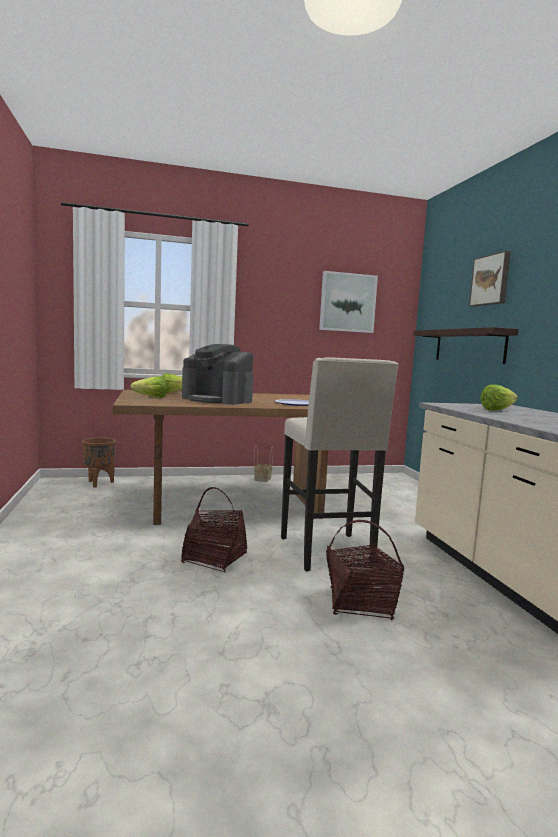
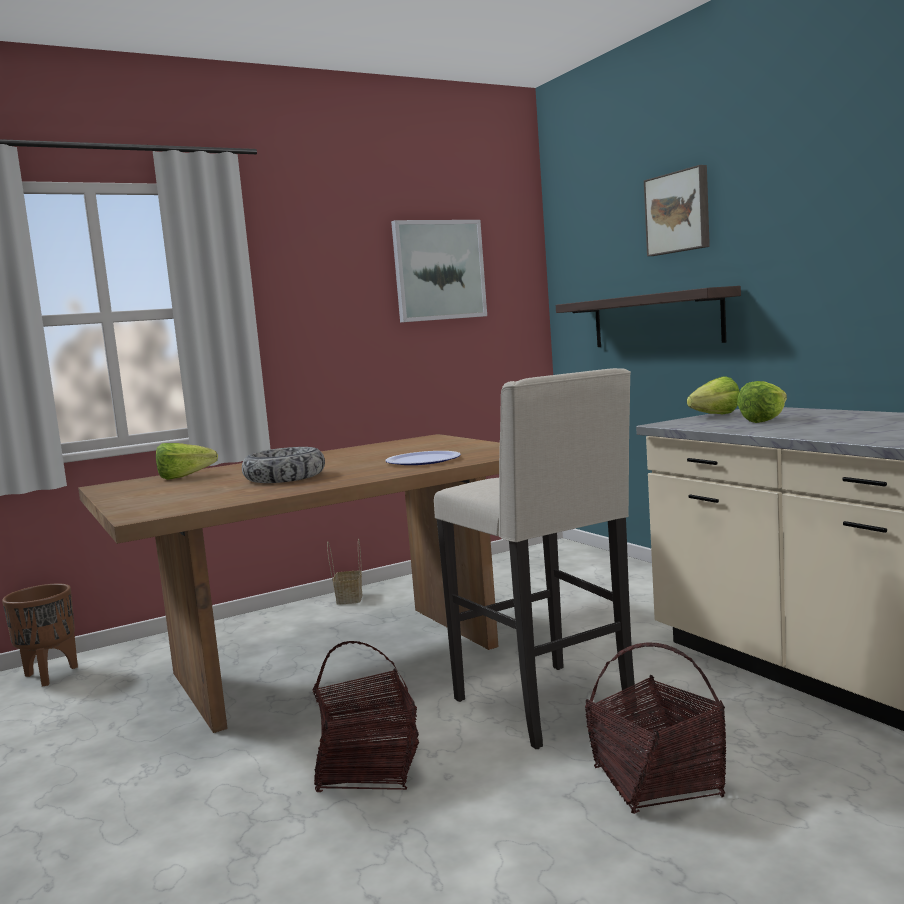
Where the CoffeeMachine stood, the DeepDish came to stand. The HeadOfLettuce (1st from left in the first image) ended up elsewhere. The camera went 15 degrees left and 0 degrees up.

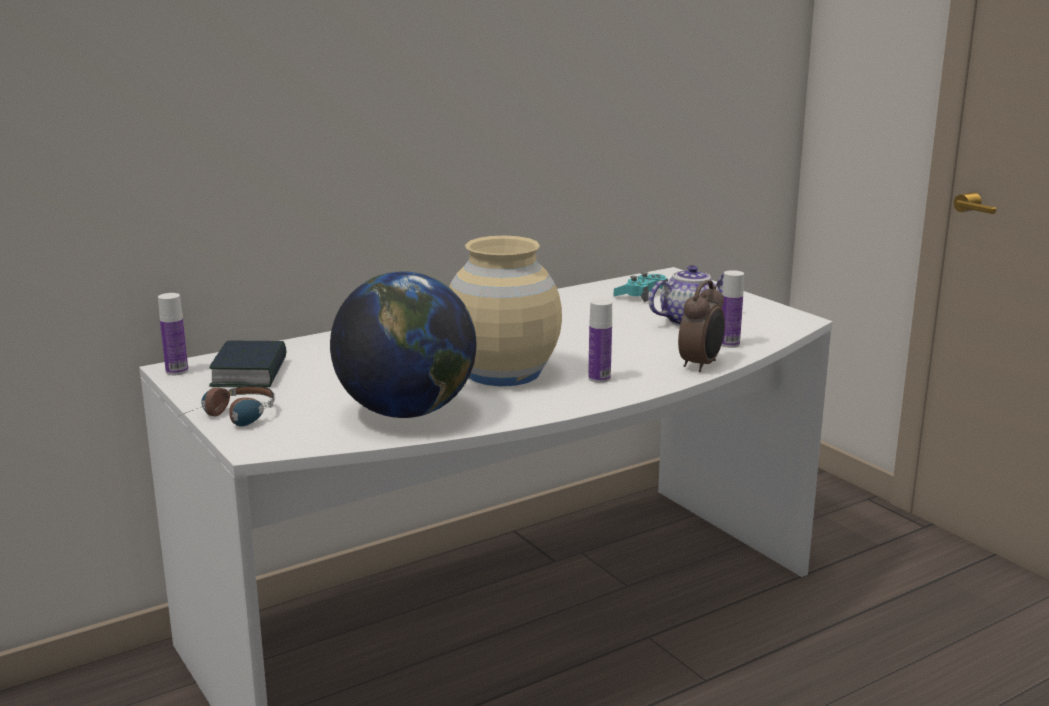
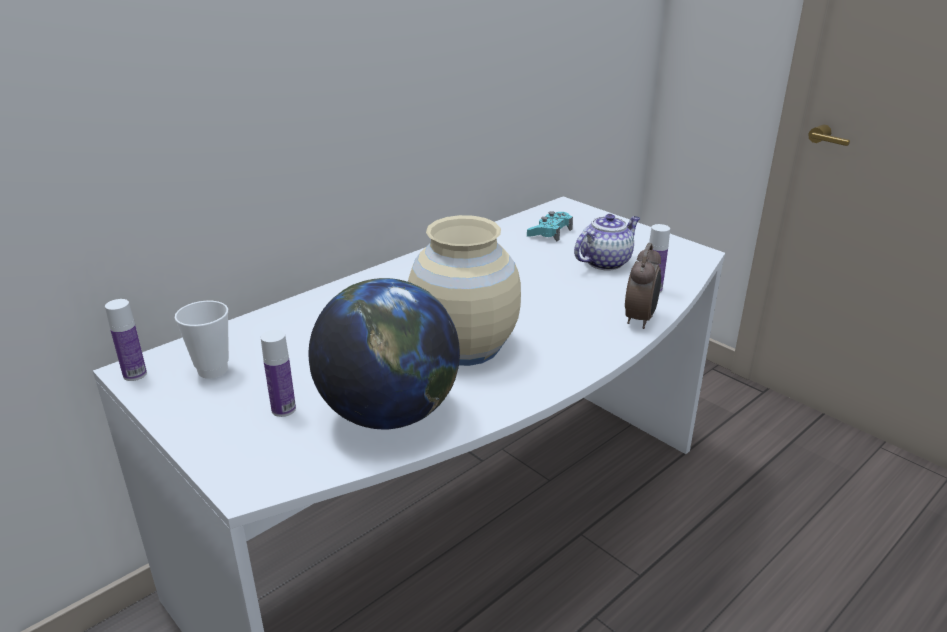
The DrinkBottle (2nd from left) ended up elsewhere. Where the Book stood, the SmallCup came to stand. The second view lost the Headset. The camera went 10 degrees left and 10 degrees up.

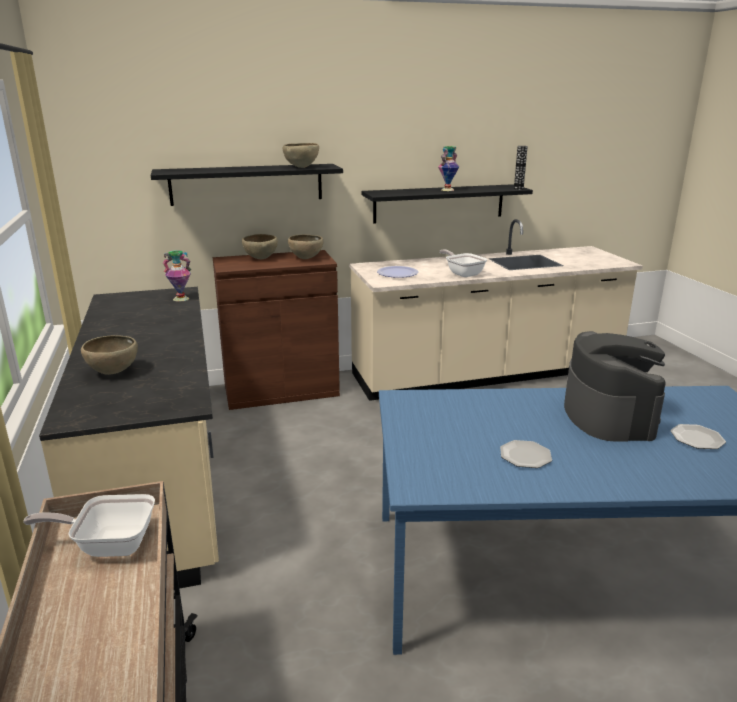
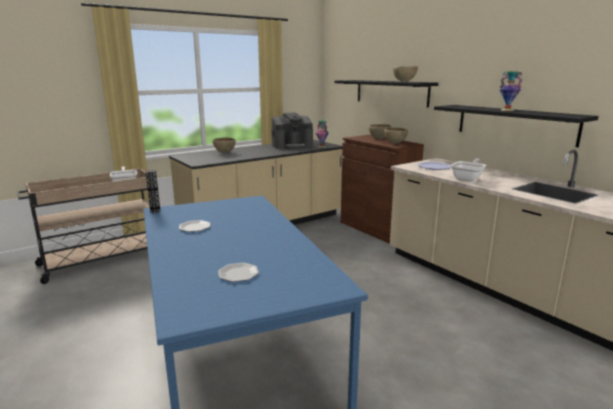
The DecorativeVase (3rd from left in the first image) ended up elsewhere. The CoffeeMachine ended up elsewhere. The camera went 70 degrees right and 5 degrees down.

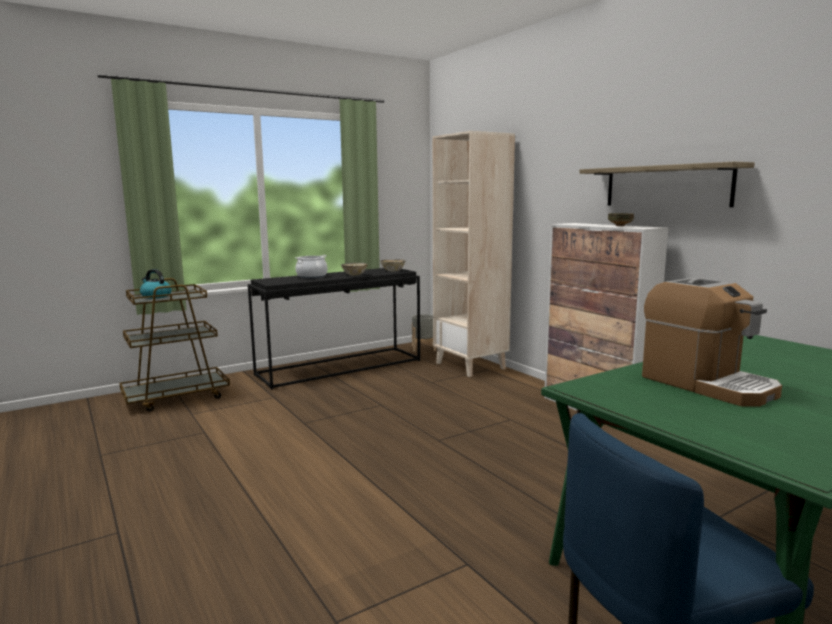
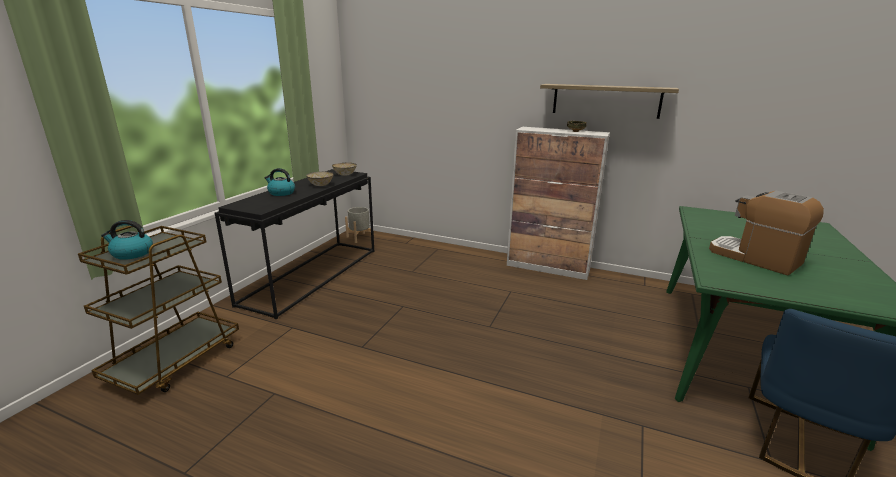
The second view lost the BeigeBookshelf. Where the Stockpot stood, the Kettle (2nd from left) came to stand. The CoffeeMachine ended up facing another way, 150 degrees counterclockwise from before. The camera went 35 degrees left and 10 degrees up.

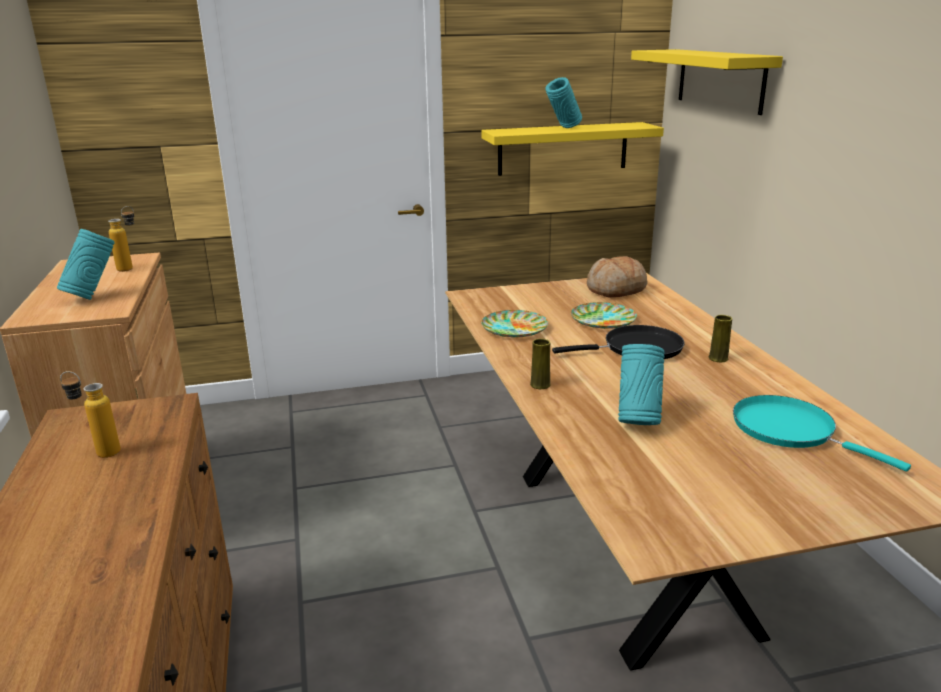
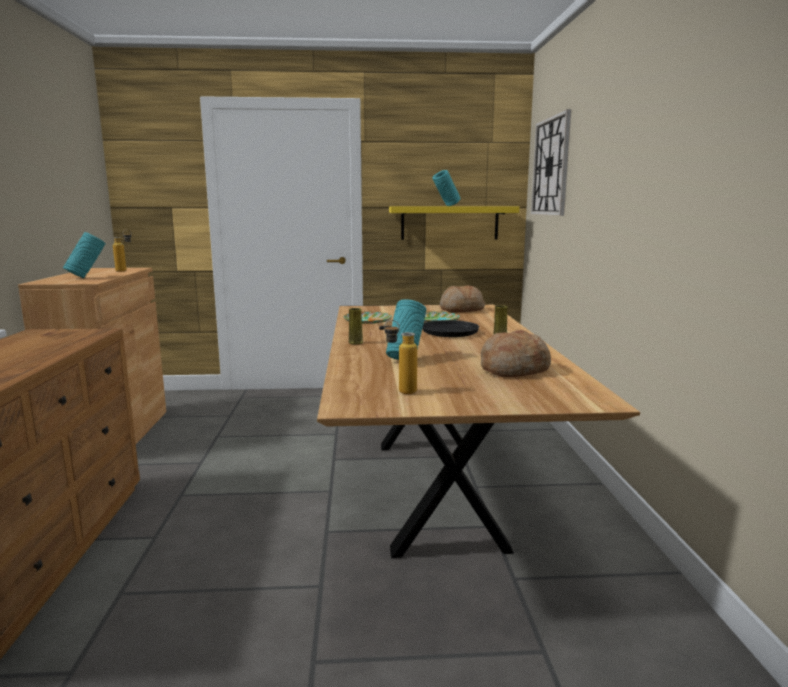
Where the YellowBracketShelf (2nd from left) hung, the ClockOnTheWall came to hang. The DrinkBottle (1st from left in the first image) ended up elsewhere. Where the TurquoiseColouredFryingPan stood, the BakeryBread (2nd from left) came to stand. The camera went 10 degrees right and 10 degrees down.

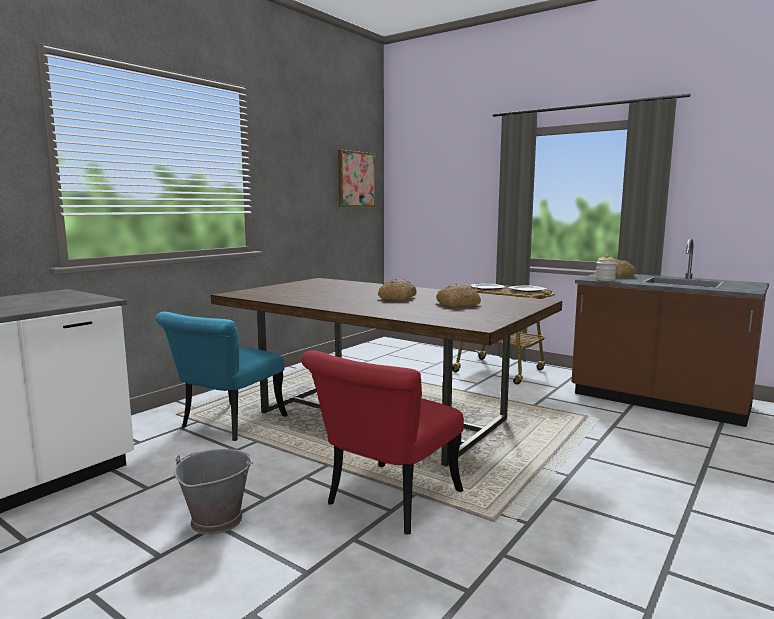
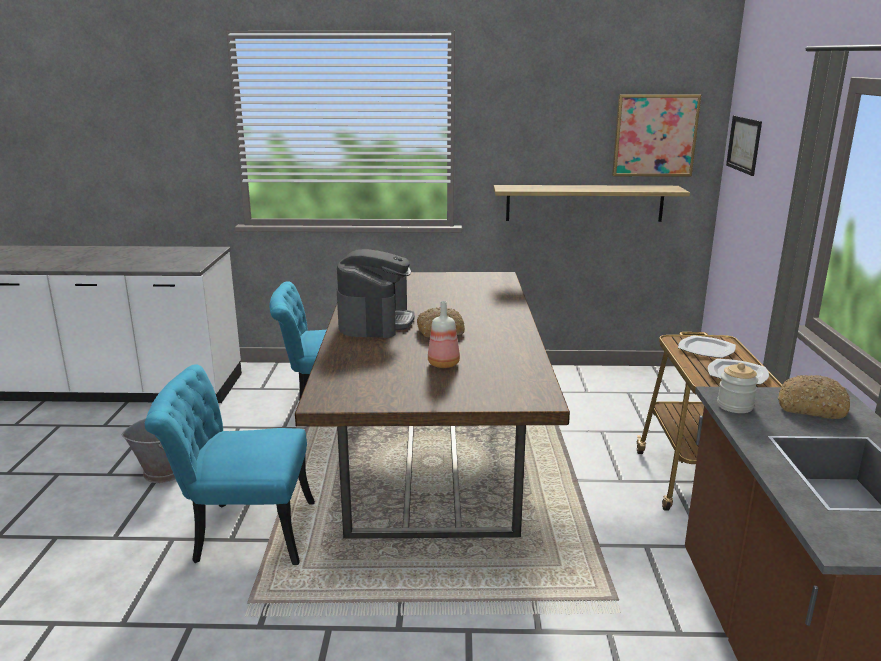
Where the BakeryBread (2nd from left) stood, the DrinkBottle came to stand. What was the RedColouredChair turned into the TurquoiseColouredChair (1st from left). The second view gained the Picture (2nd from left). The second view gained the BracketShelf. The second view gained the CoffeeMachine. The camera went 55 degrees right and 10 degrees up.

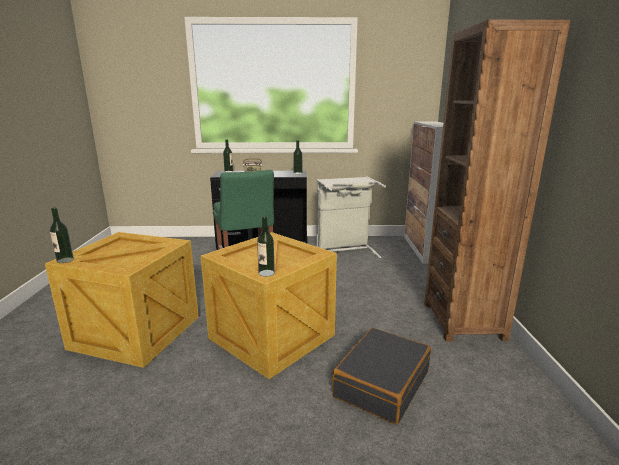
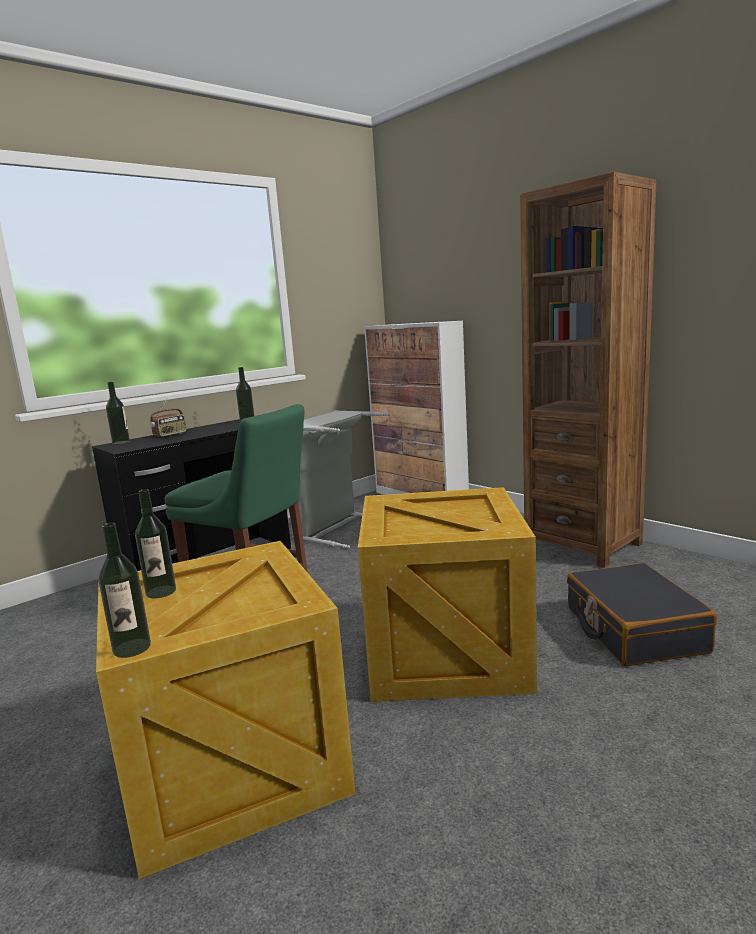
The DrinkBottle (3rd from left) ended up elsewhere. The camera went 40 degrees left and 5 degrees down.

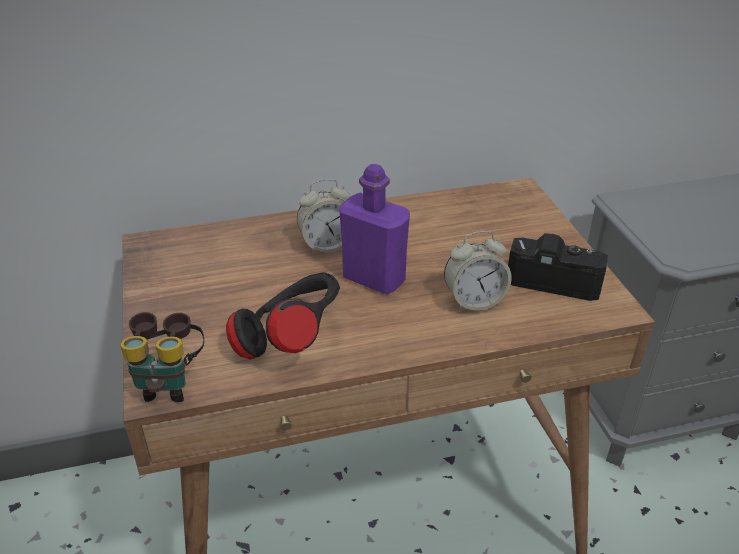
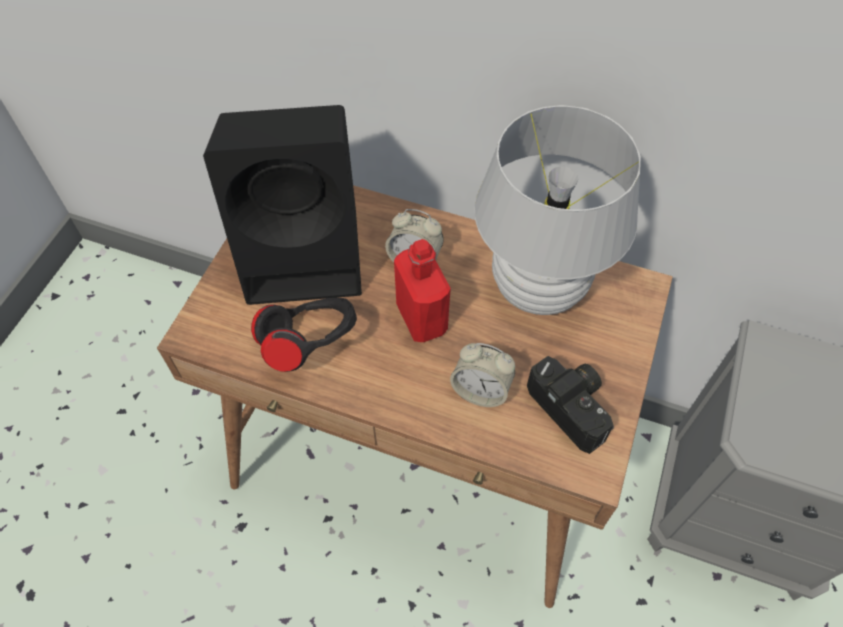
What was the PurpleDrinkBottle turned into the RedColouredDrinkBottle. The second view lost the PairOfBinoculars. The second view gained the BlackLoudspeaker. The second view gained the WhiteTabletopLamp. The camera went 35 degrees right and 20 degrees up.

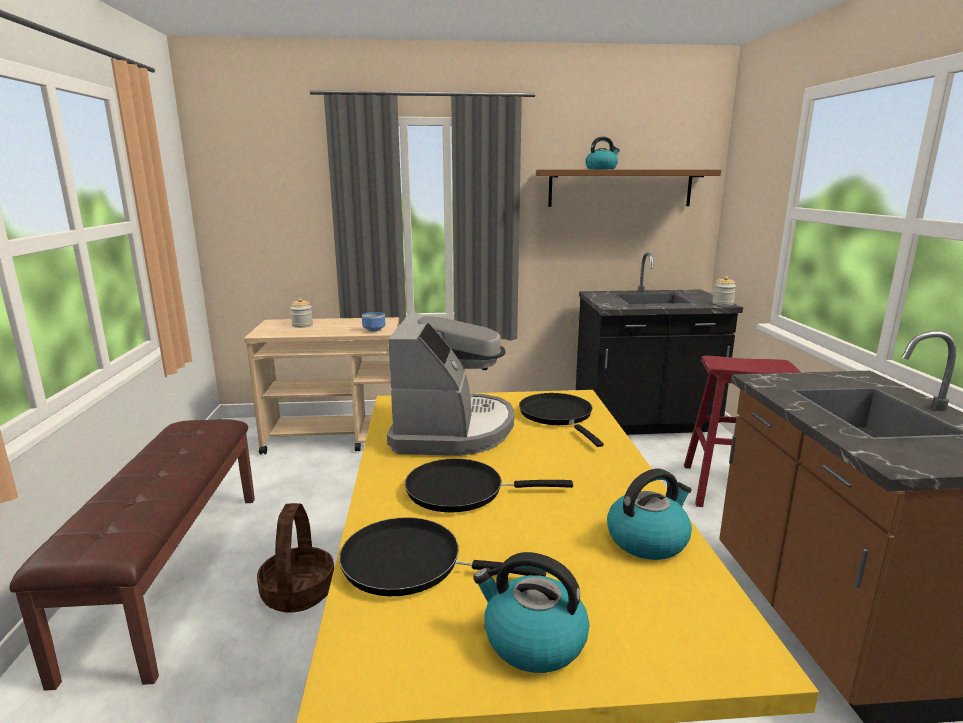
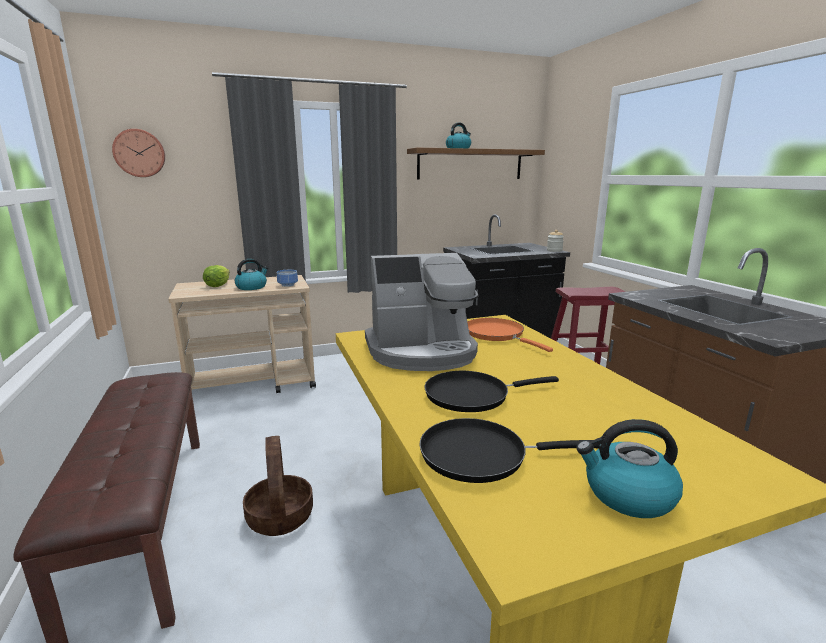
Where the Jar (1st from left) stood, the HeadOfLettuce came to stand. The CoffeeMachine ended up facing another way, 90 degrees clockwise from before. What was the BlackFryingPan (3rd from left) turned into the OrangeFryingPan. The Kettle (3rd from left in the first image) ended up elsewhere. The second view gained the ClockOnTheWall. The camera went 15 degrees left and 0 degrees up.

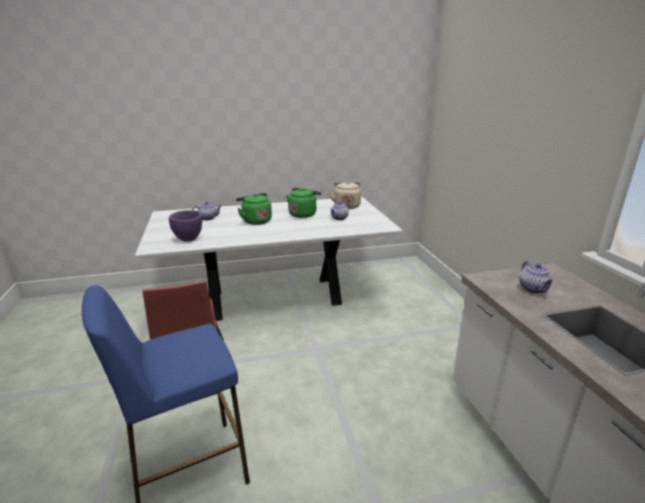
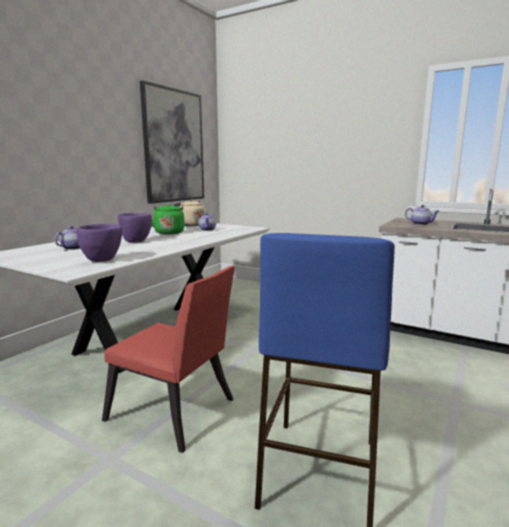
Where the GreenishKettle (1st from left) stood, the PurpleDeepDish (2nd from left) came to stand. The second view gained the Picture. The camera went 45 degrees left and 10 degrees down.

